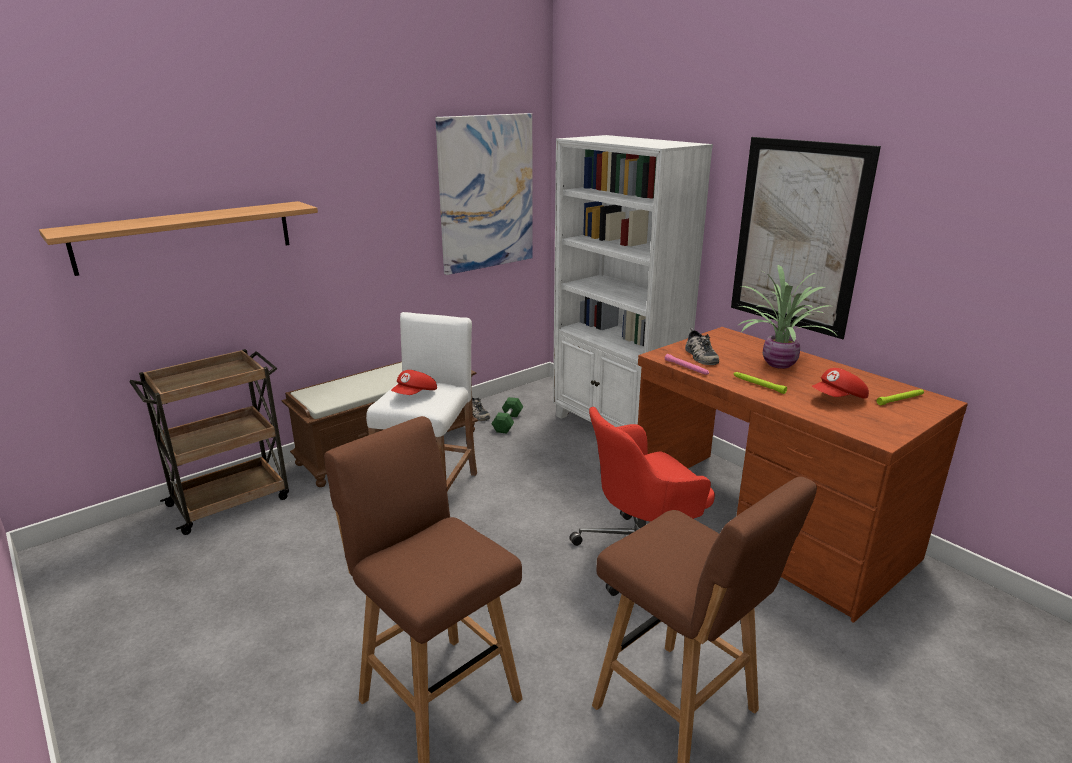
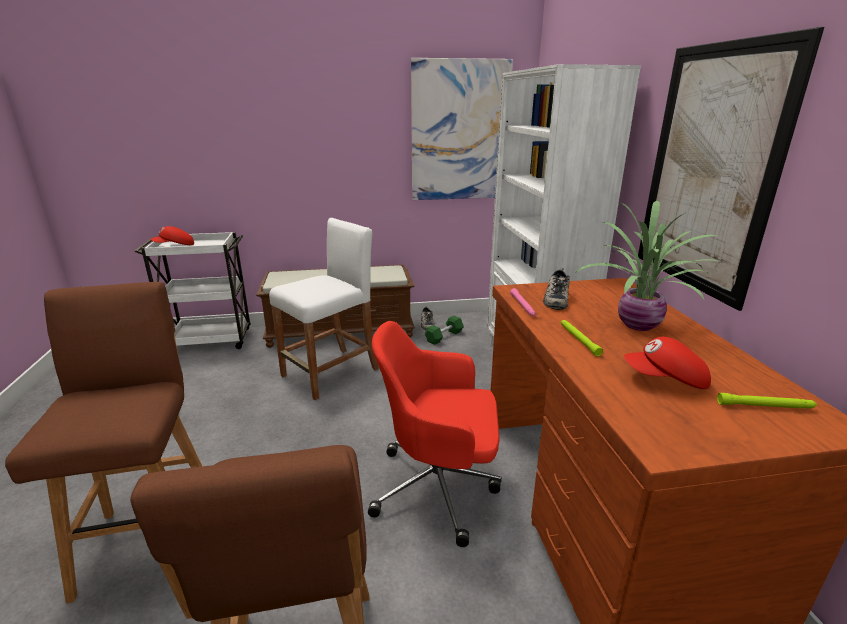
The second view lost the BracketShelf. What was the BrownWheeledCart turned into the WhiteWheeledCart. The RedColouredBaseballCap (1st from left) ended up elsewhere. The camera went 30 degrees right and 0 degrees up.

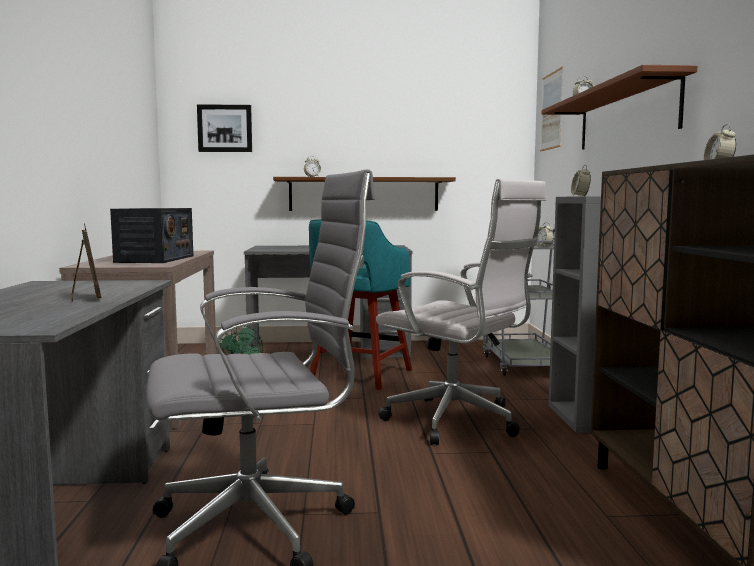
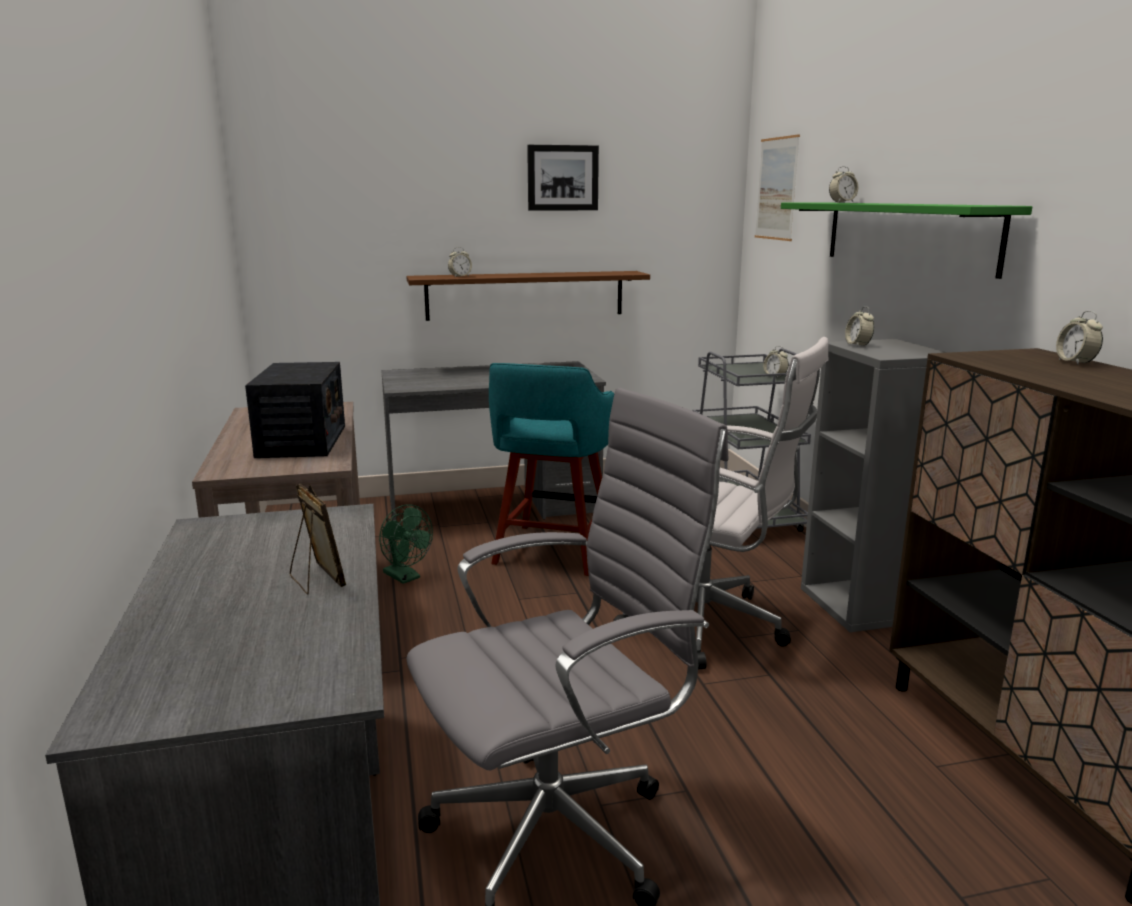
What was the BrownBracketShelf (2nd from left) turned into the GreenishBracketShelf. The Picture (1st from left) ended up elsewhere. The camera went 10 degrees left and 10 degrees up.

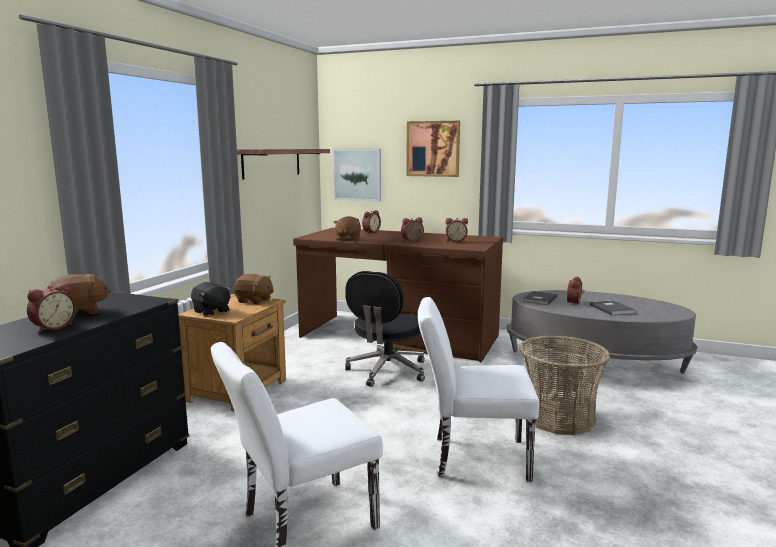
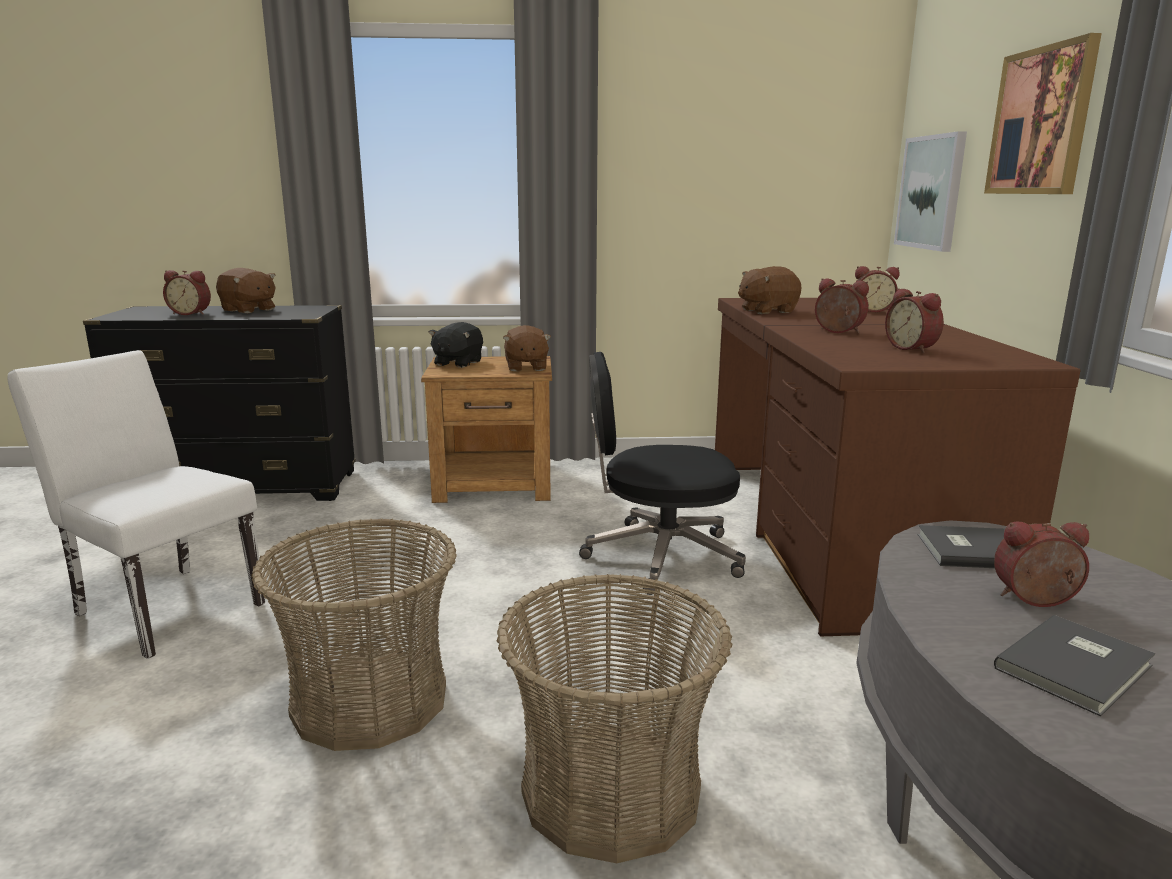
The second view lost the BracketShelf. Where the WhiteChair (2nd from left) stood, the HouseholdBasket (1st from left) came to stand. The camera went 65 degrees right and 5 degrees up.

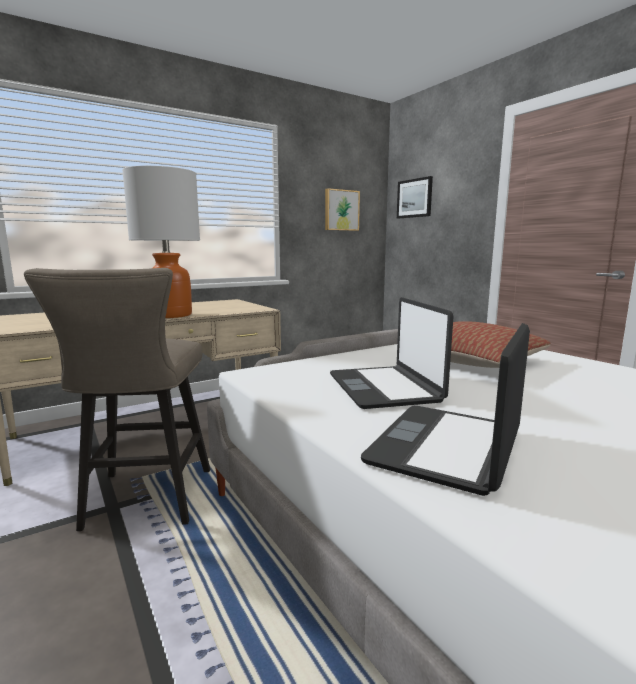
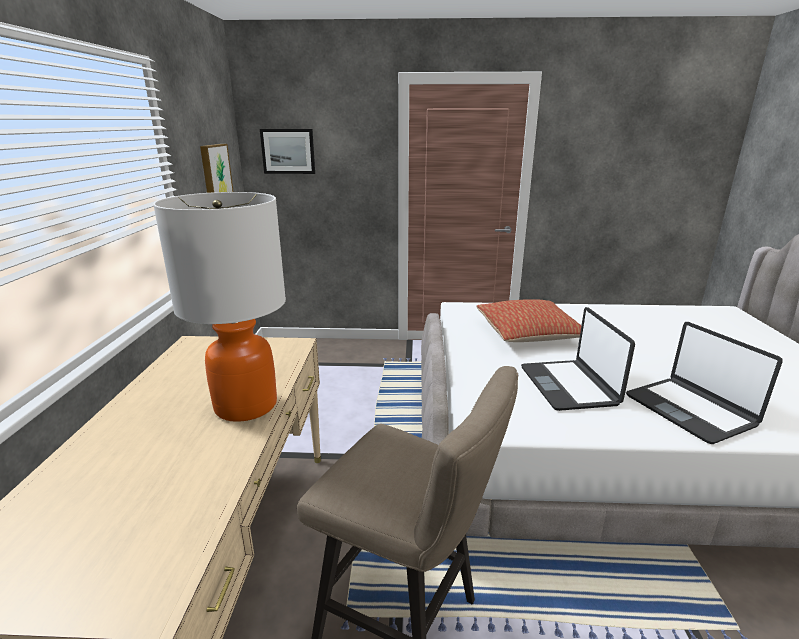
The Laptop (1st from left) ended up facing another way, 60 degrees clockwise from before. The camera went 55 degrees left and 10 degrees up.

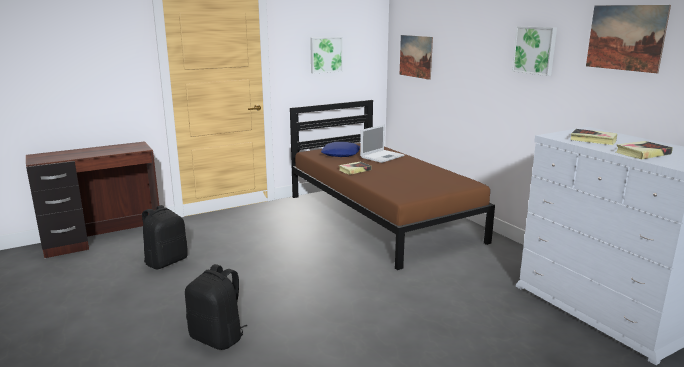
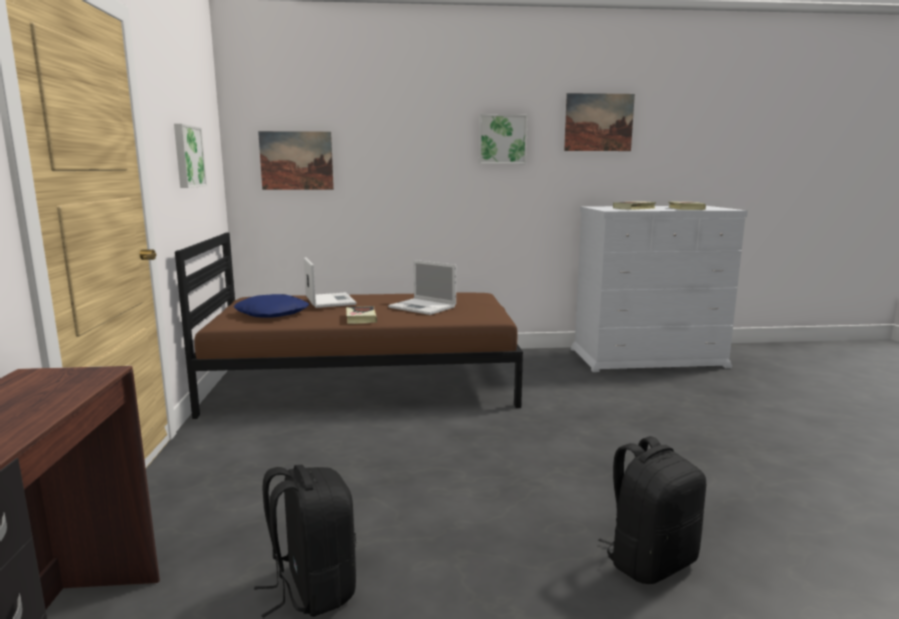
The second view gained the Laptop (2nd from left). The camera went 65 degrees left and 5 degrees down.

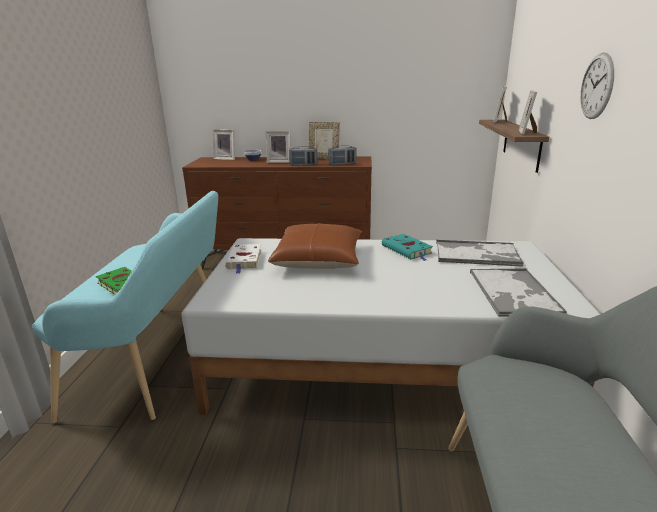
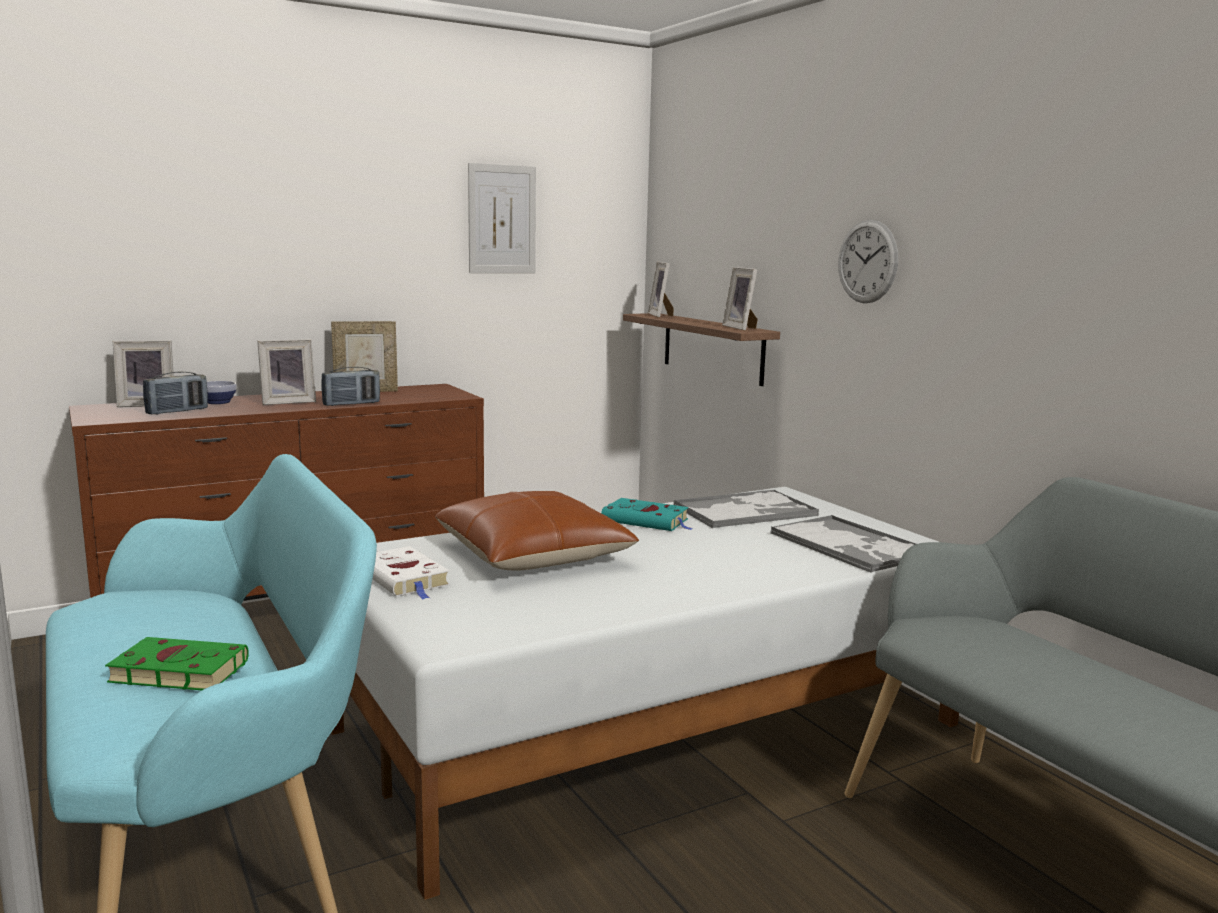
The RadioSet (2nd from left in the first image) ended up elsewhere. The second view gained the Picture. The camera went 35 degrees left and 10 degrees down.

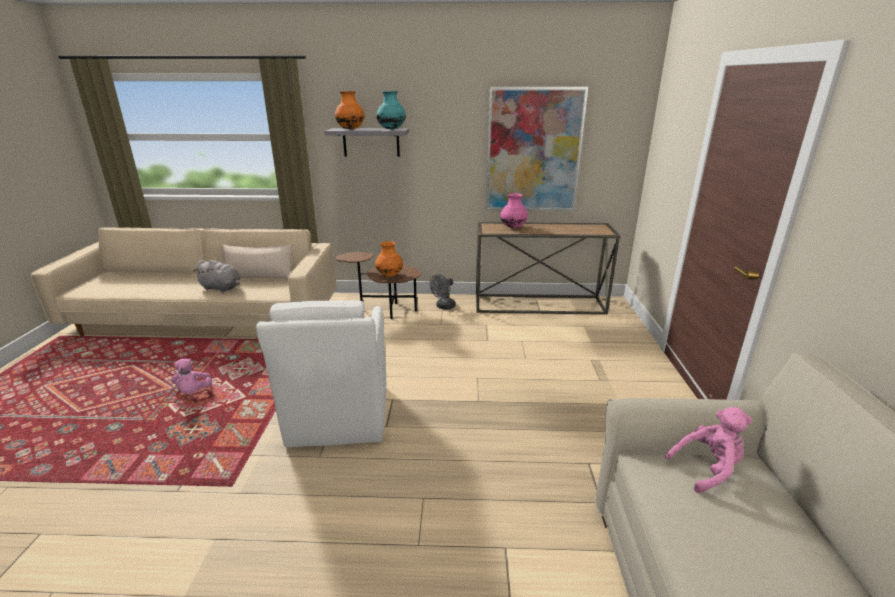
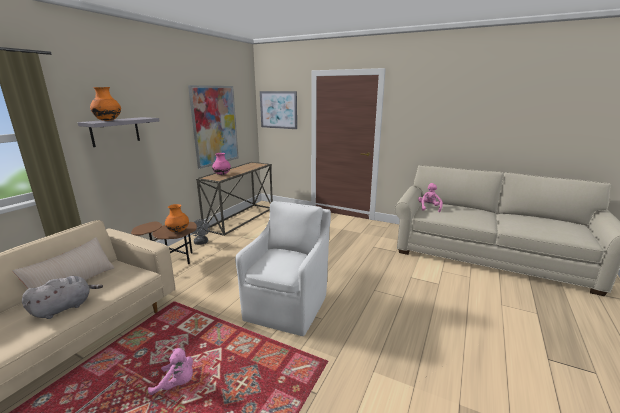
The second view lost the TurquoiseColouredDecorativeVase. The WhiteLoungeChair ended up facing another way, 90 degrees counterclockwise from before. The second view gained the Picture (2nd from left). The camera went 65 degrees left and 5 degrees down.

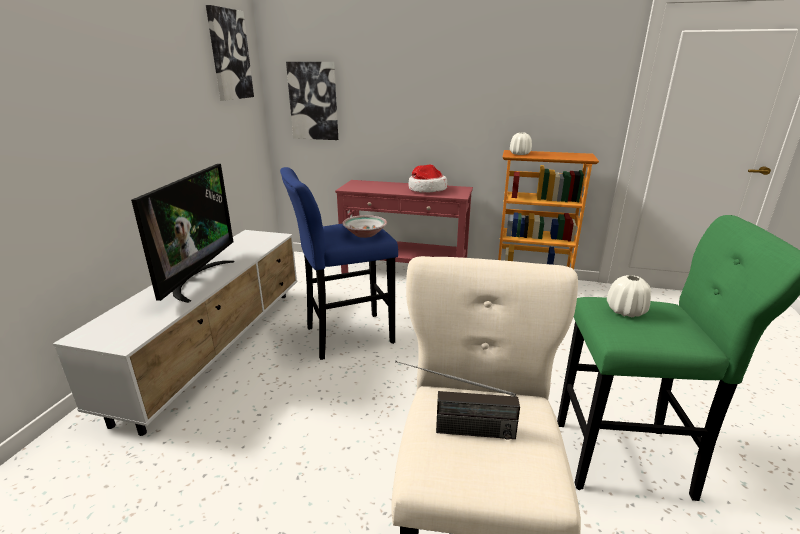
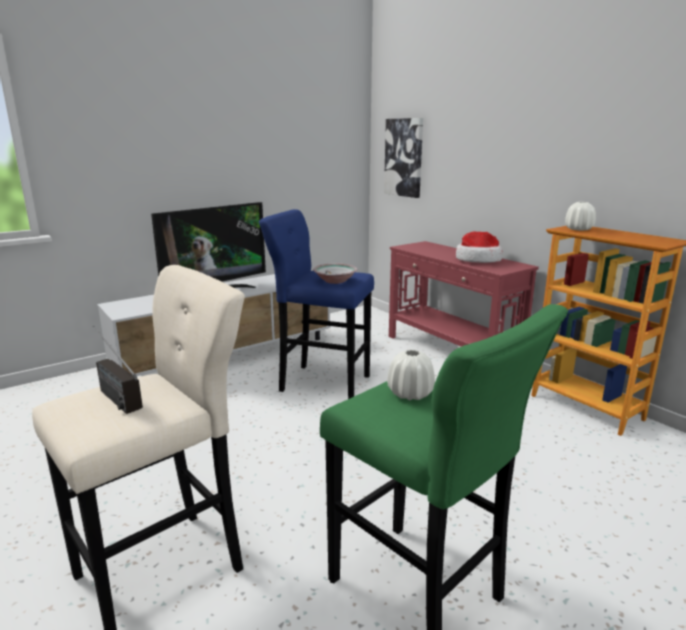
The second view lost the Picture (1st from left). The camera went 40 degrees right and 5 degrees down.

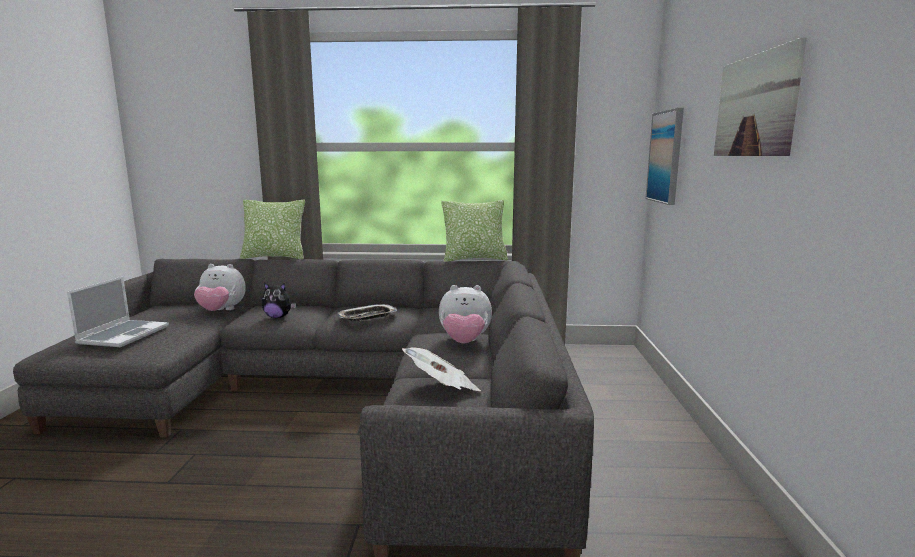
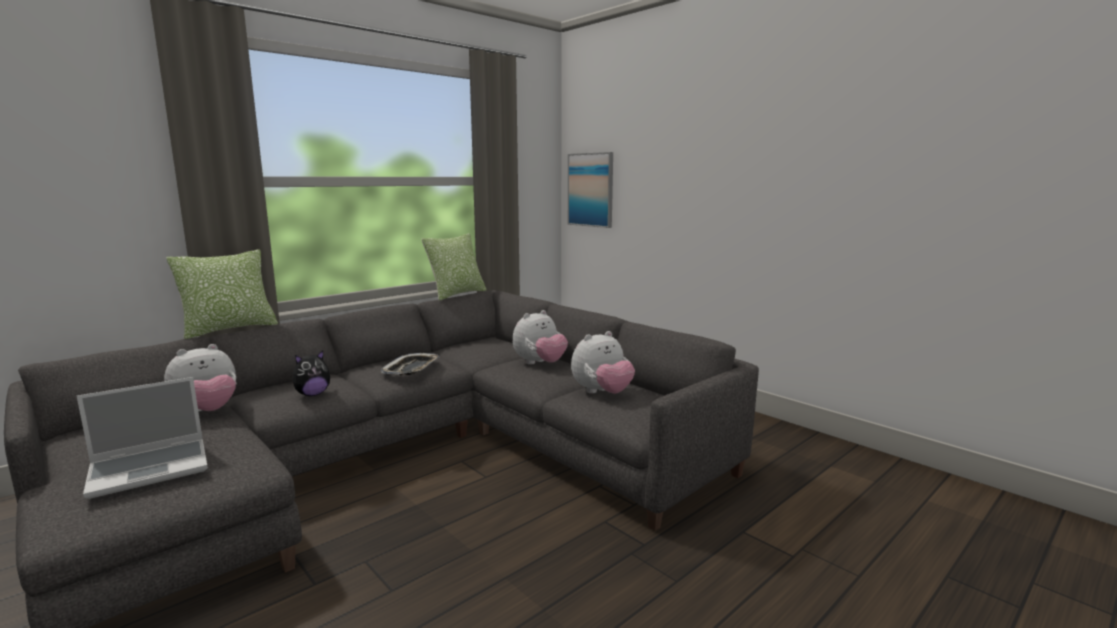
The second view lost the Picture (2nd from left). The Laptop ended up facing another way, 90 degrees clockwise from before. Where the Newspaper stood, the CuddlyToy (4th from left) came to stand. The camera went 45 degrees left and 0 degrees up.

